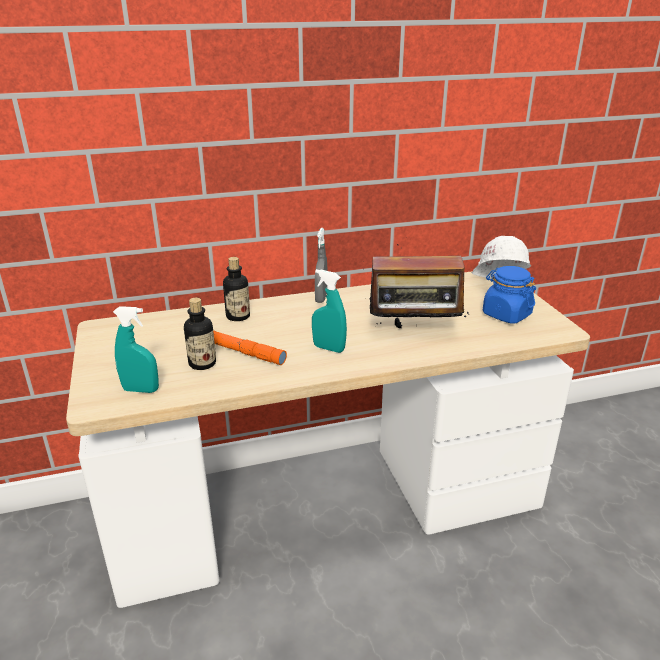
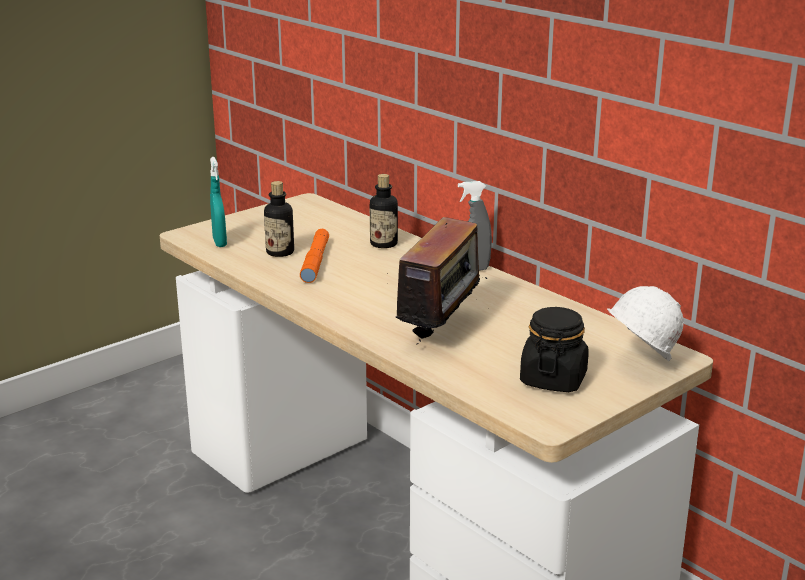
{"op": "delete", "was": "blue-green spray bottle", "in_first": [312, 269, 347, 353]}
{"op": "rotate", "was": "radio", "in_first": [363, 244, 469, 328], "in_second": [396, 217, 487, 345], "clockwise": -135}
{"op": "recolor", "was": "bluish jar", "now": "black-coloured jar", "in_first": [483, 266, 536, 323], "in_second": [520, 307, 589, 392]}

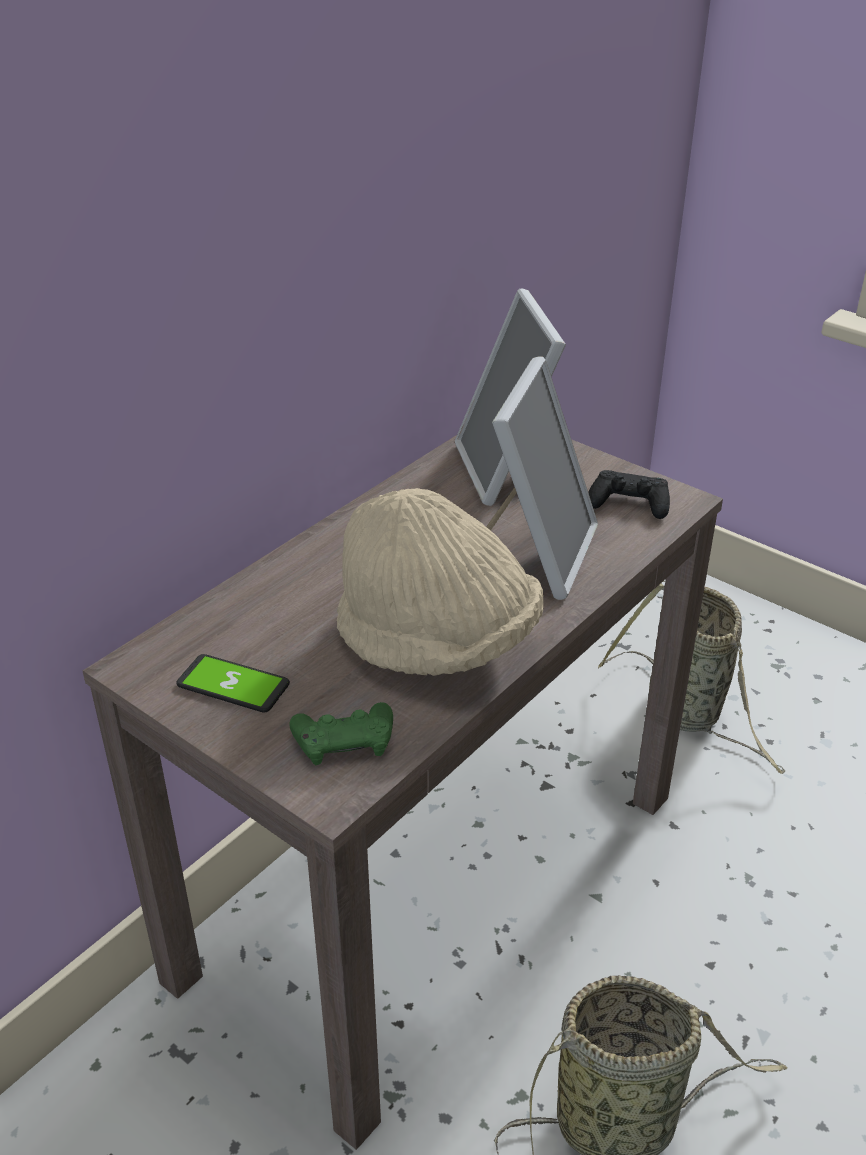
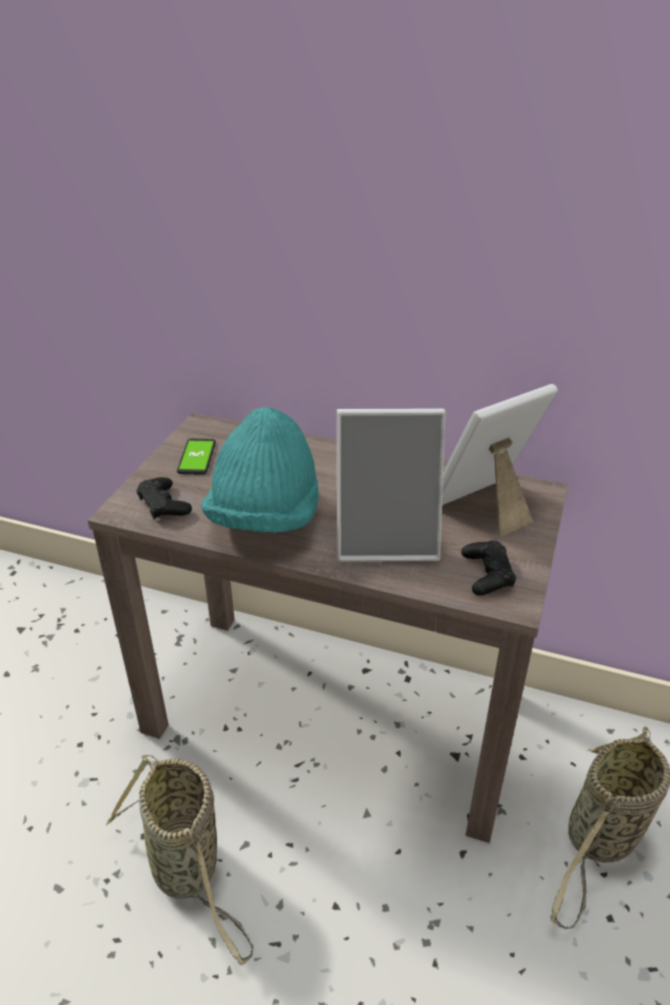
{"op": "recolor", "was": "green-coloured gamepad", "now": "black-coloured gamepad", "in_first": [289, 702, 393, 765], "in_second": [136, 477, 192, 519]}
{"op": "recolor", "was": "beige-coloured wearable hat", "now": "blue-green wearable hat", "in_first": [337, 488, 543, 676], "in_second": [202, 407, 319, 533]}

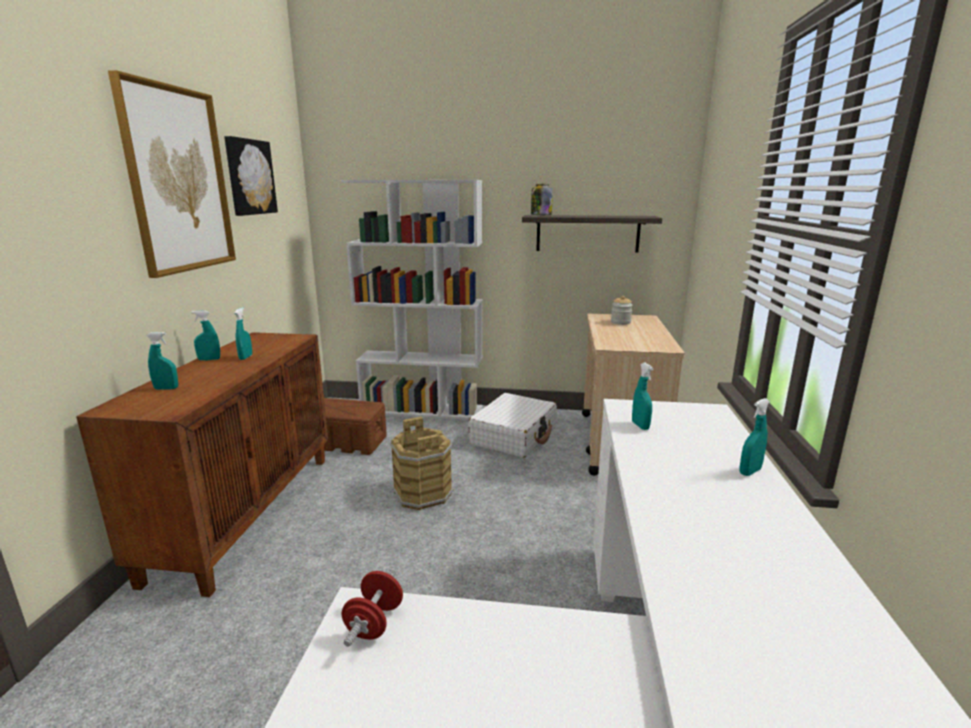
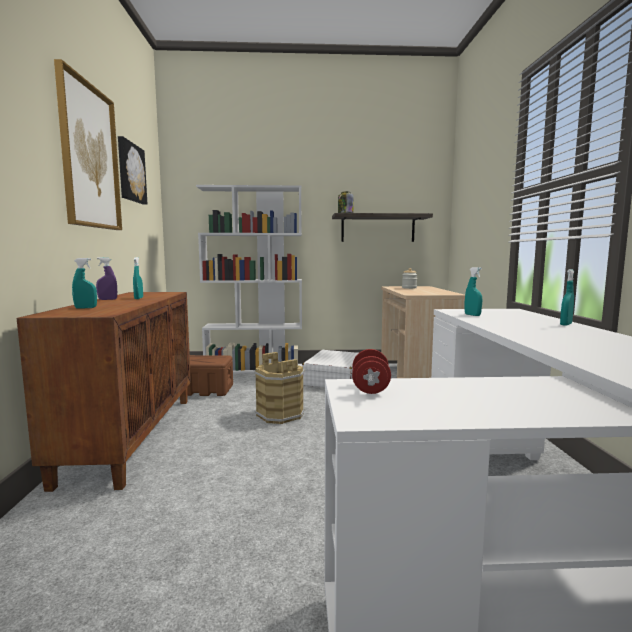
{"op": "recolor", "was": "blue-green spray bottle", "now": "purplish spray bottle", "in_first": [192, 310, 220, 361], "in_second": [96, 257, 117, 300]}

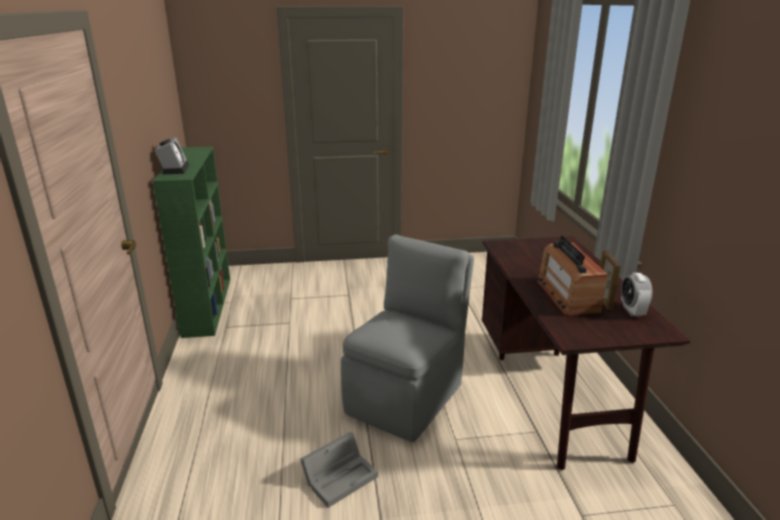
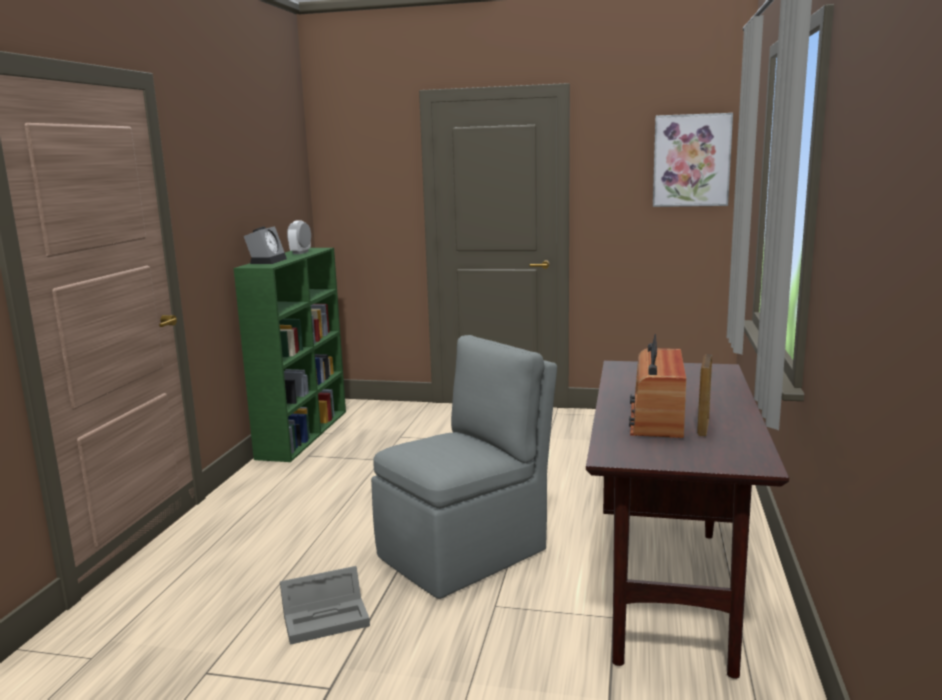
{"op": "move", "was": "bedside clock", "in_first": [621, 273, 652, 317], "in_second": [287, 220, 311, 254]}
{"op": "insert", "now": "picture", "in_second": [653, 113, 733, 207]}

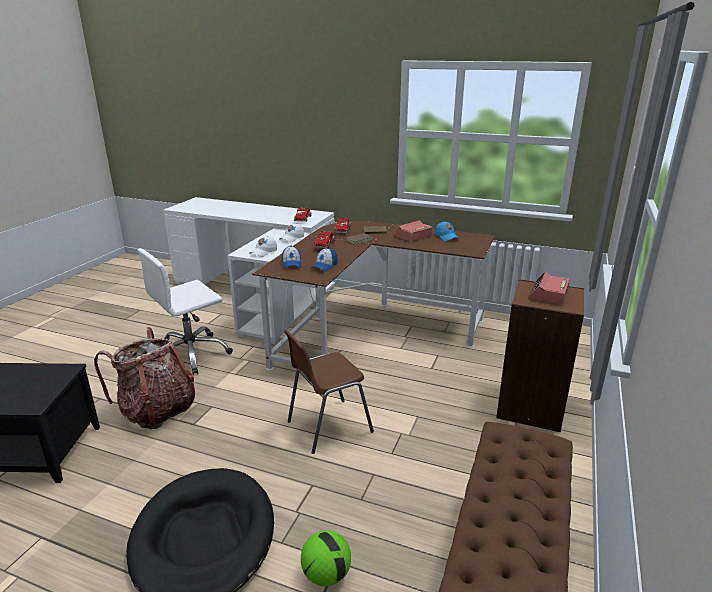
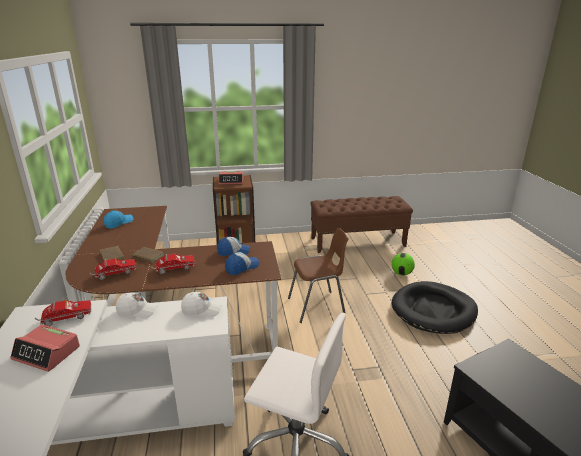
{"op": "delete", "was": "rucksack", "in_first": [94, 327, 195, 429]}
{"op": "rotate", "was": "brown-coloured chair", "in_first": [284, 330, 374, 454], "in_second": [288, 228, 348, 323], "clockwise": -45}
{"op": "move", "was": "bedside clock", "in_first": [394, 220, 433, 242], "in_second": [10, 324, 80, 372]}

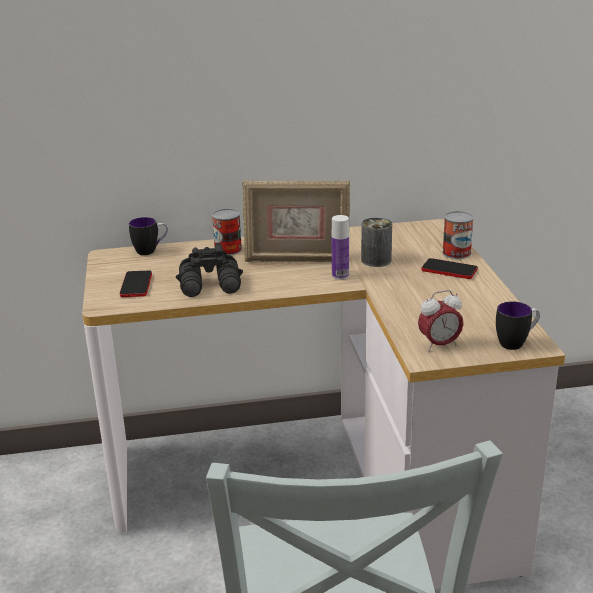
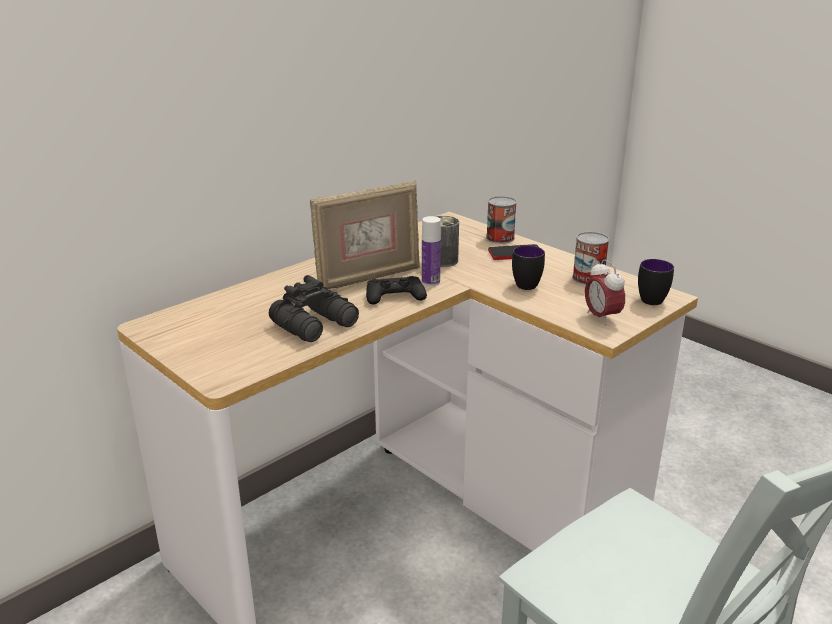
{"op": "delete", "was": "handset", "in_first": [120, 271, 152, 297]}
{"op": "move", "was": "mug", "in_first": [129, 217, 168, 255], "in_second": [512, 246, 545, 290]}
{"op": "move", "was": "metal can", "in_first": [212, 209, 242, 255], "in_second": [572, 232, 609, 285]}
{"op": "rotate", "was": "bedside clock", "in_first": [418, 290, 464, 351], "in_second": [585, 260, 625, 326], "clockwise": 120}
{"op": "insert", "now": "black-coloured gamepad", "in_second": [366, 276, 427, 305]}

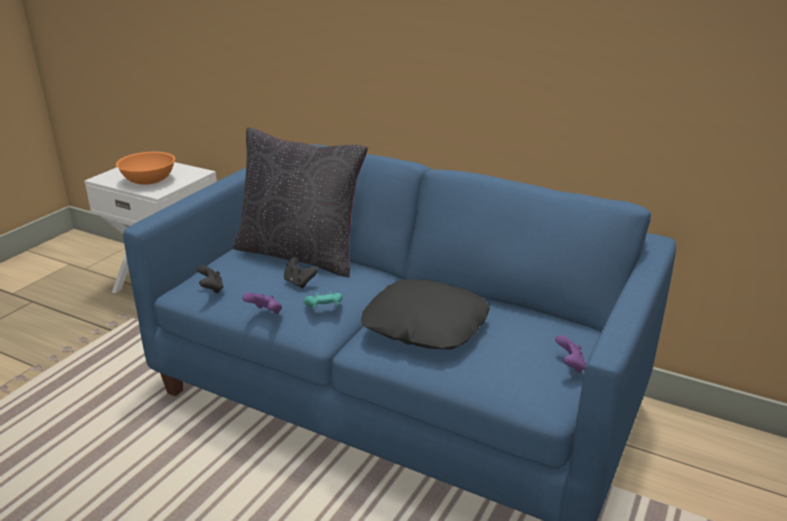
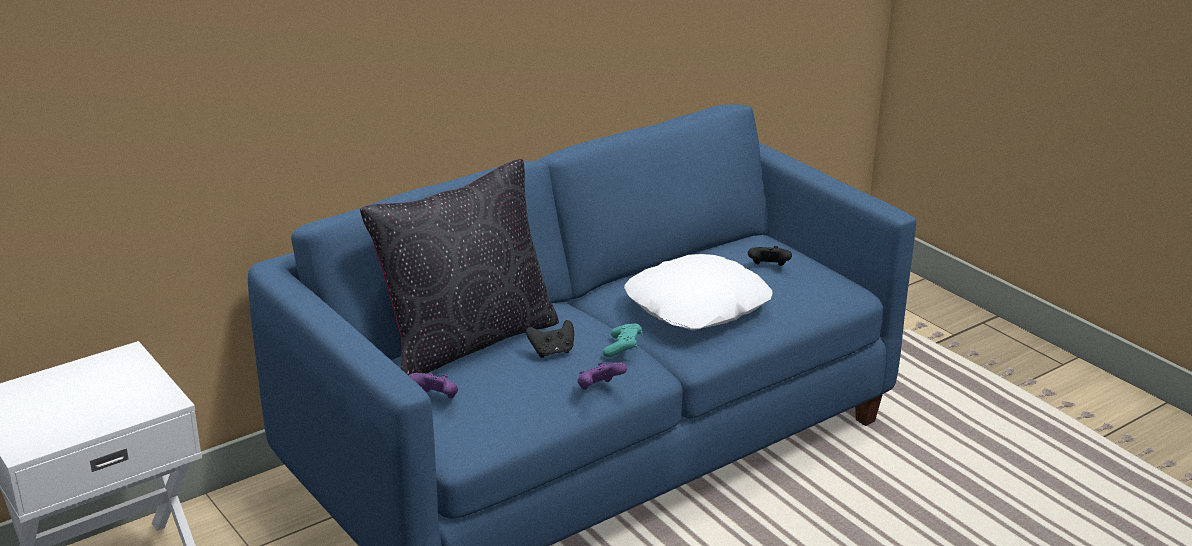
{"op": "delete", "was": "orangey deep dish", "in_first": [116, 152, 175, 185]}
{"op": "move", "was": "black-coloured gamepad", "in_first": [197, 265, 224, 293], "in_second": [748, 246, 792, 266]}
{"op": "recolor", "was": "black-coloured pillow", "now": "whitish pillow", "in_first": [361, 279, 490, 350], "in_second": [624, 254, 772, 331]}
{"op": "move", "was": "purplish gamepad", "in_first": [555, 335, 587, 373], "in_second": [409, 373, 458, 398]}

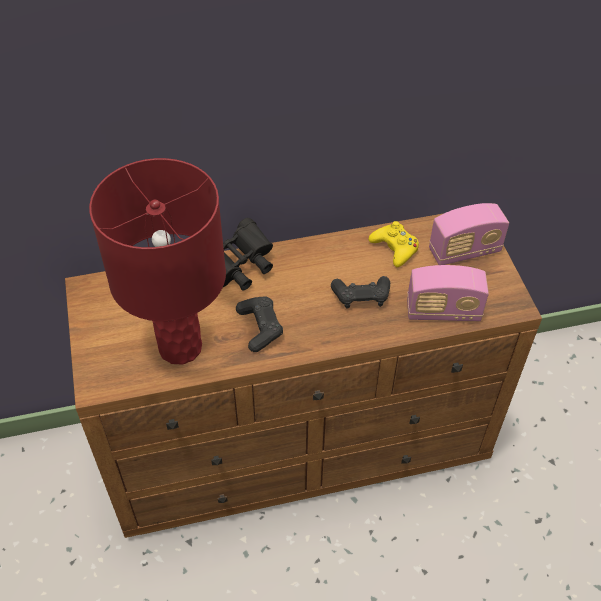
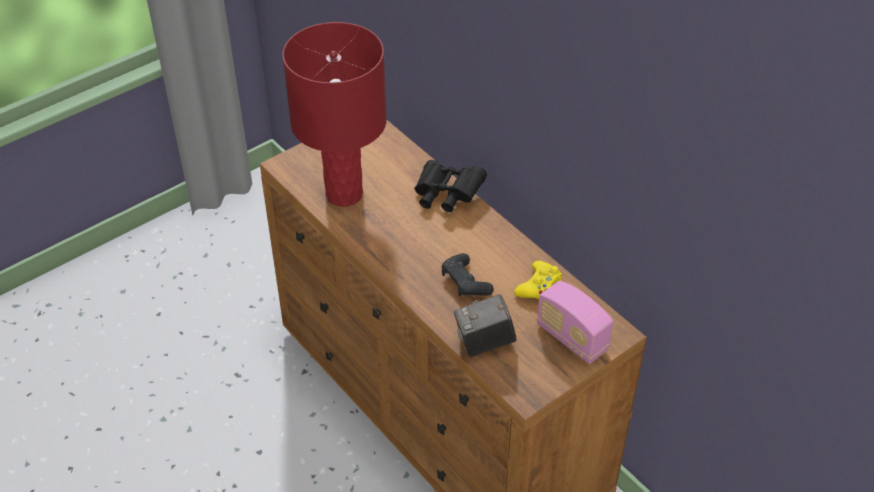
{"op": "delete", "was": "black-coloured gamepad", "in_first": [236, 297, 283, 352]}
{"op": "replace", "was": "radio", "now": "still camera", "in_first": [407, 265, 489, 321], "in_second": [454, 294, 516, 357]}

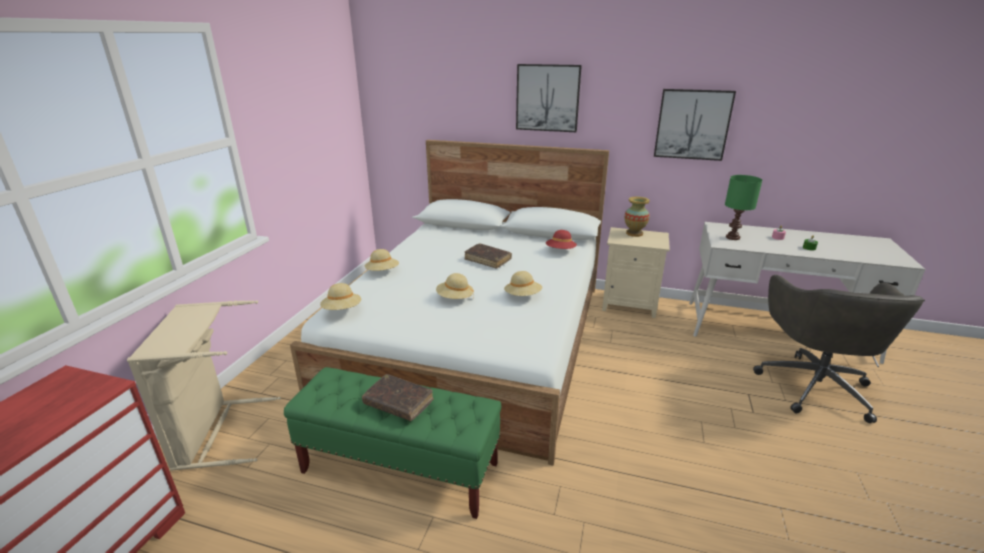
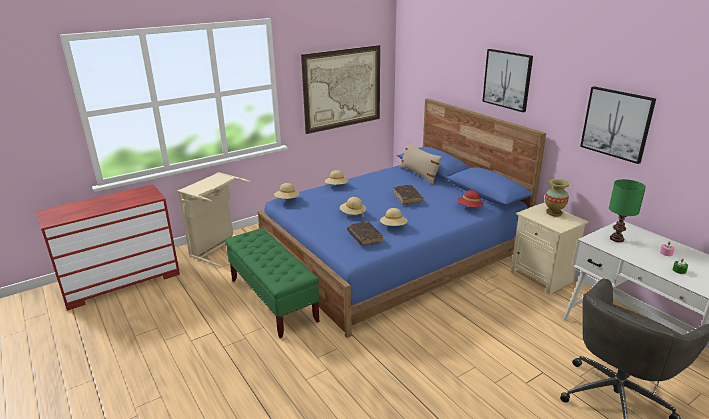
{"op": "recolor", "was": "whitish sleeping bed", "now": "bluish sleeping bed", "in_first": [290, 140, 609, 465], "in_second": [257, 98, 546, 338]}
{"op": "move", "was": "brown-coloured volume", "in_first": [362, 374, 434, 421], "in_second": [347, 221, 383, 246]}
{"op": "insert", "now": "picture", "in_second": [301, 45, 380, 134]}
{"op": "insert", "now": "beige-coloured pillow", "in_second": [399, 142, 442, 185]}

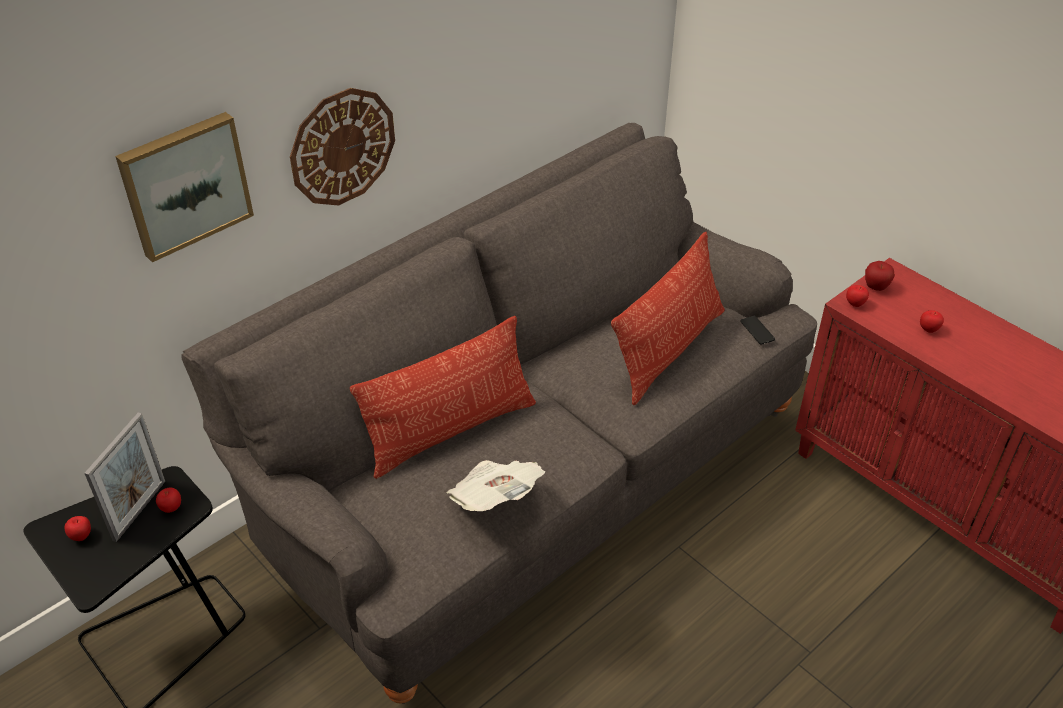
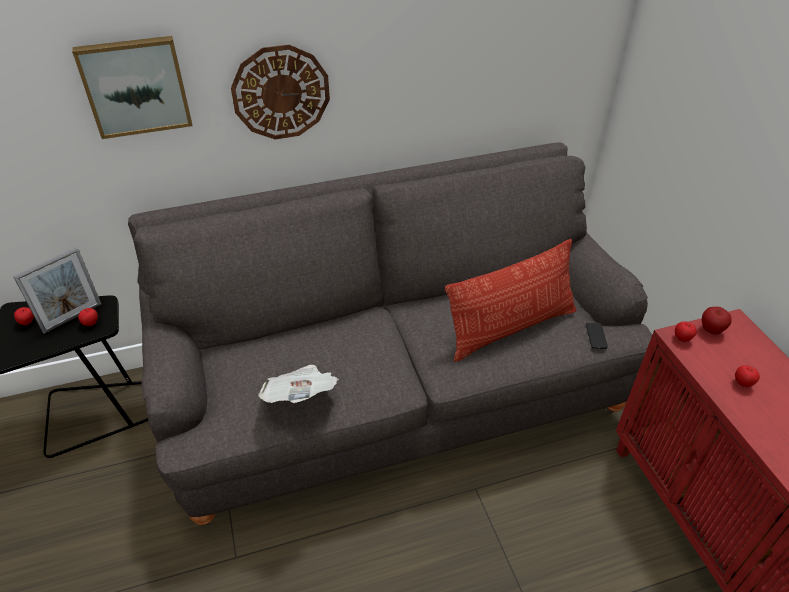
{"op": "delete", "was": "pillow", "in_first": [350, 316, 536, 479]}

